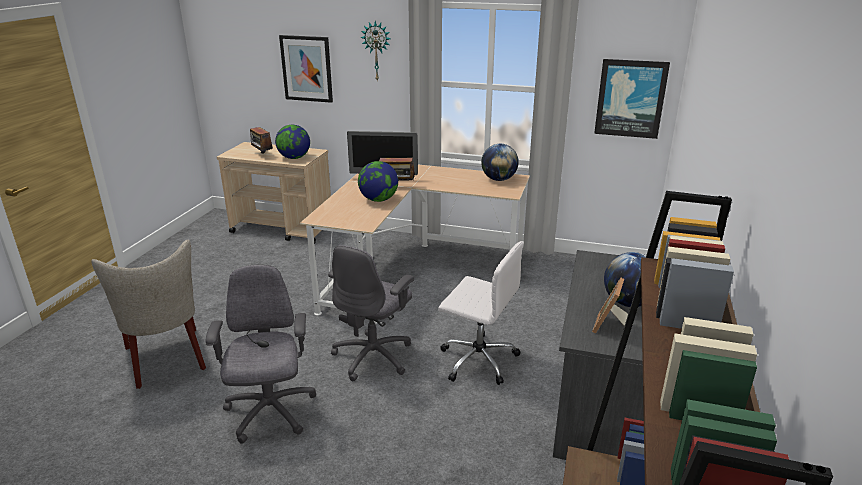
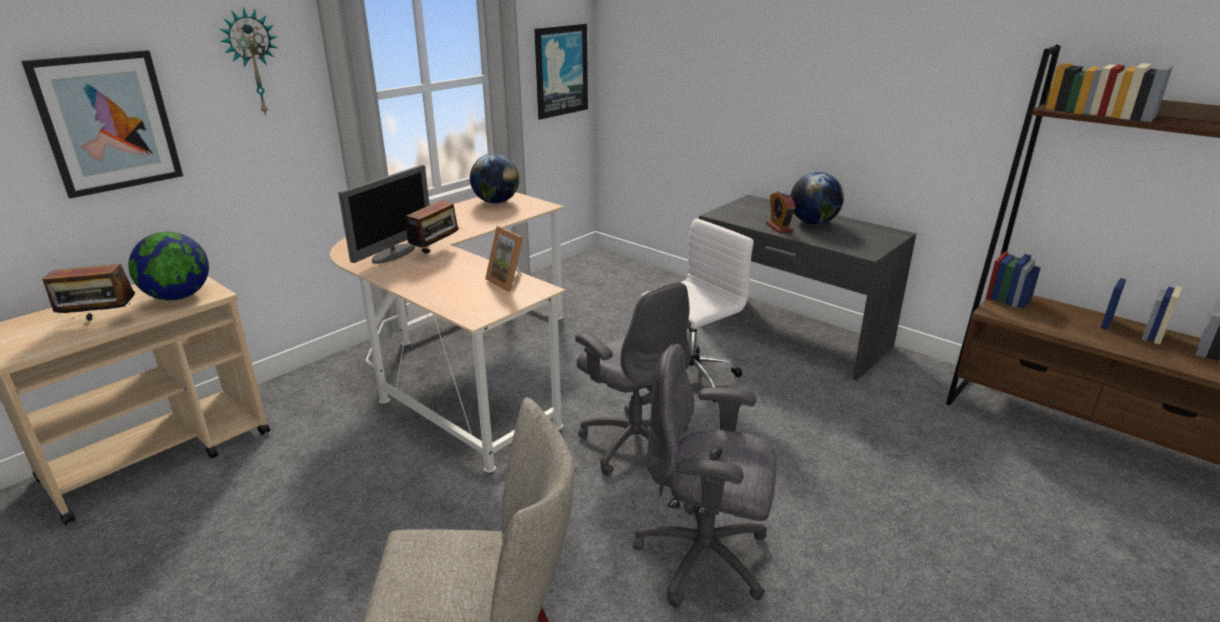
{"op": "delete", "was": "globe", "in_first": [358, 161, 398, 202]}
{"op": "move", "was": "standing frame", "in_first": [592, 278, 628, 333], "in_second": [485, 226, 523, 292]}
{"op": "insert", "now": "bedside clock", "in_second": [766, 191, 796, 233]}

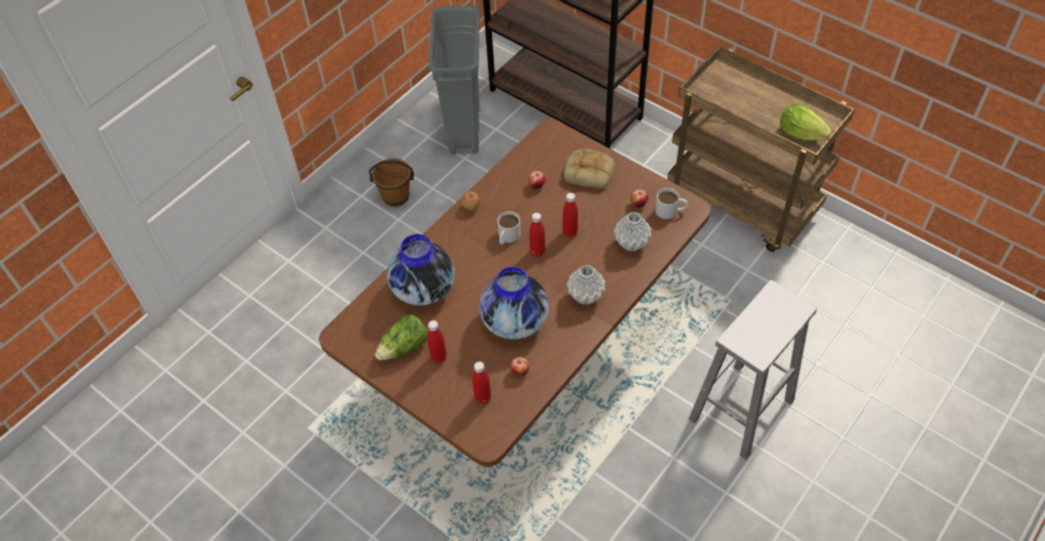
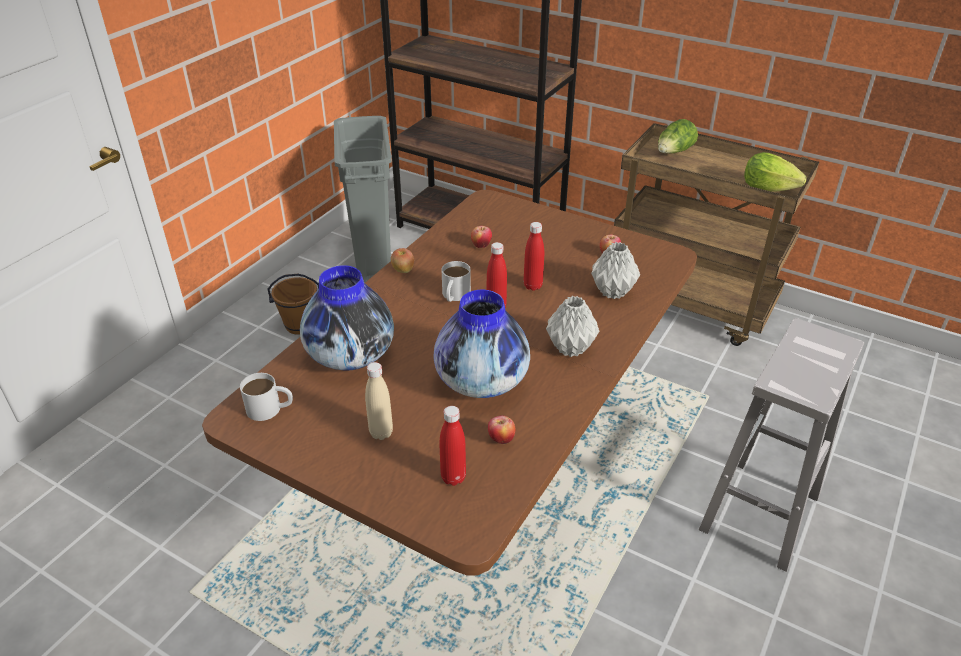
{"op": "move", "was": "lettuce", "in_first": [375, 315, 428, 360], "in_second": [658, 119, 698, 153]}
{"op": "recolor", "was": "reddish drink bottle", "now": "beige-coloured drink bottle", "in_first": [427, 320, 447, 364], "in_second": [365, 362, 393, 440]}
{"op": "delete", "was": "baked bread", "in_first": [564, 148, 614, 189]}
{"op": "move", "was": "whitish mug", "in_first": [655, 188, 688, 219], "in_second": [240, 373, 293, 421]}

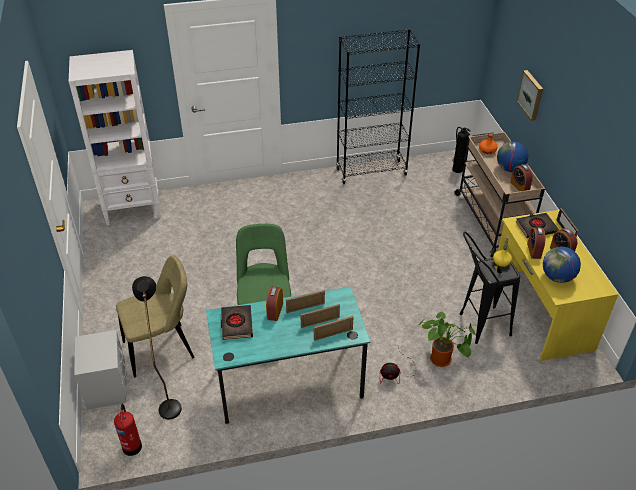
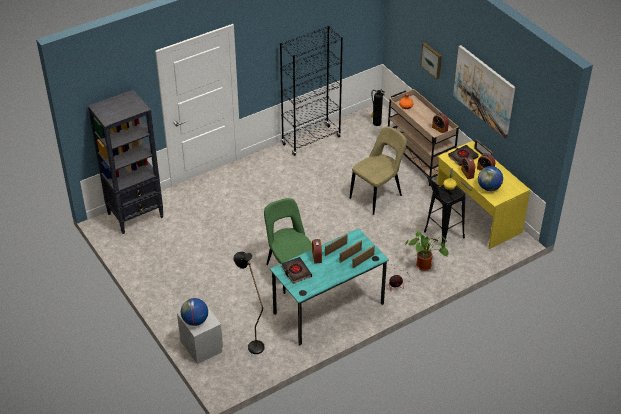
{"op": "recolor", "was": "whitish bookcase", "now": "black-coloured bookcase", "in_first": [69, 50, 161, 225], "in_second": [88, 90, 164, 234]}
{"op": "delete", "was": "fire-fighting cylinder", "in_first": [114, 404, 142, 456]}
{"op": "move", "was": "beige-coloured chair", "in_first": [116, 256, 195, 377], "in_second": [350, 126, 407, 215]}
{"op": "move", "was": "globe", "in_first": [497, 141, 528, 172], "in_second": [181, 298, 208, 326]}
{"op": "insert", "now": "picture", "in_second": [453, 45, 515, 139]}

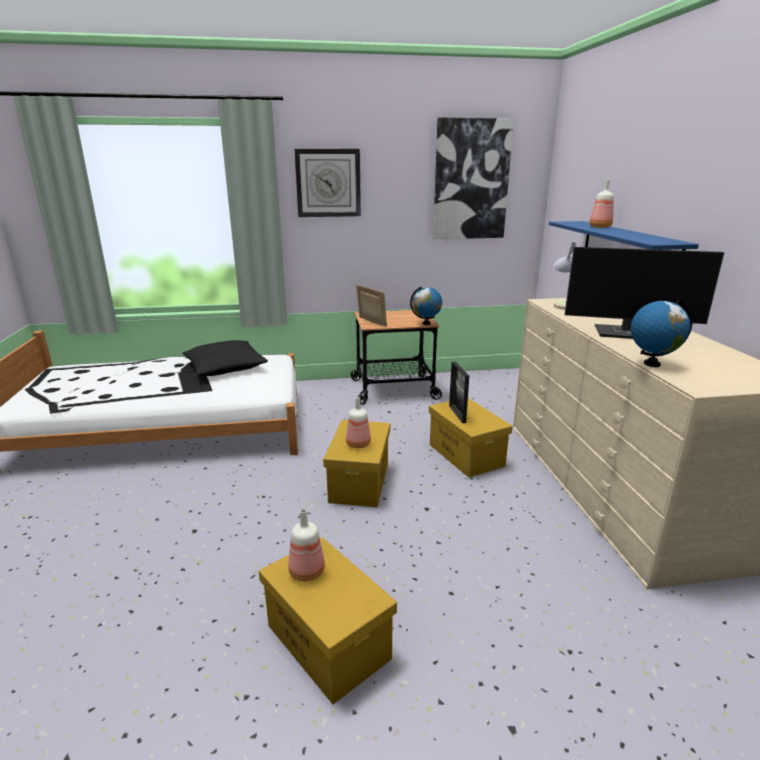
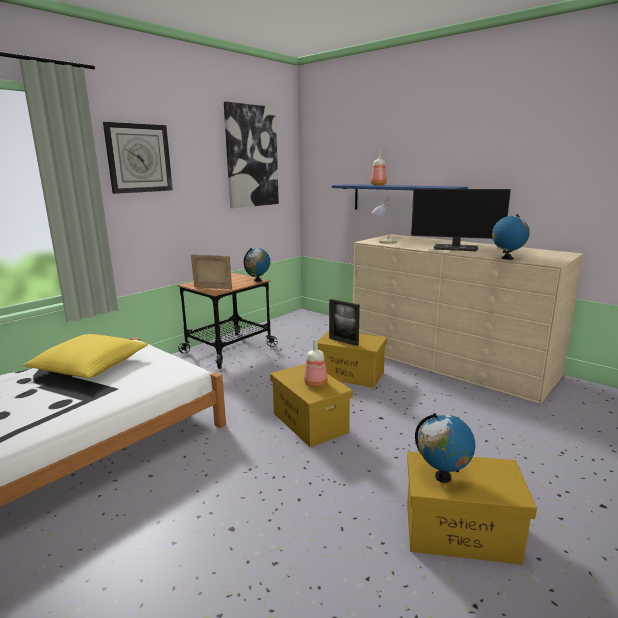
{"op": "recolor", "was": "black-coloured pillow", "now": "yellow pillow", "in_first": [182, 340, 268, 376], "in_second": [23, 334, 148, 378]}
{"op": "replace", "was": "drink bottle", "now": "globe", "in_first": [288, 509, 325, 581], "in_second": [415, 413, 475, 483]}
{"op": "rotate", "was": "computer screen", "in_first": [565, 247, 724, 339], "in_second": [411, 189, 511, 251], "clockwise": 45}

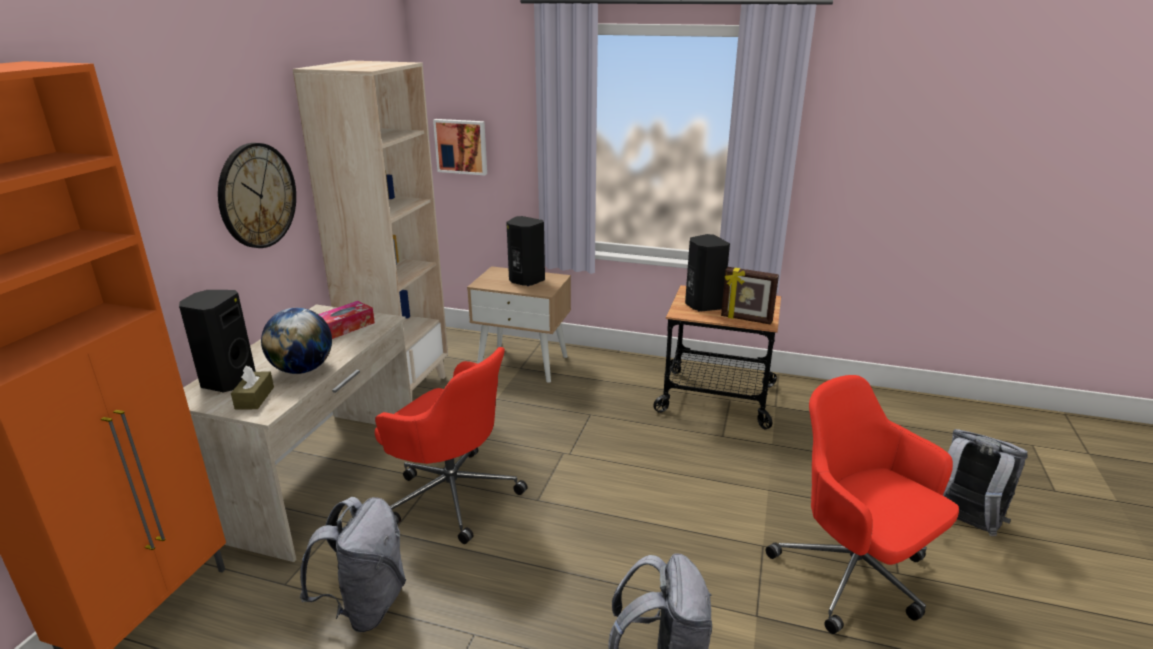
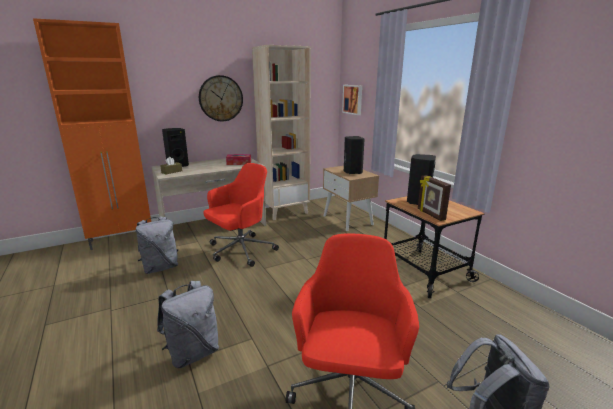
{"op": "delete", "was": "globe", "in_first": [261, 308, 332, 374]}
{"op": "rotate", "was": "reddish desk chair", "in_first": [375, 347, 528, 544], "in_second": [203, 163, 279, 267], "clockwise": -120}

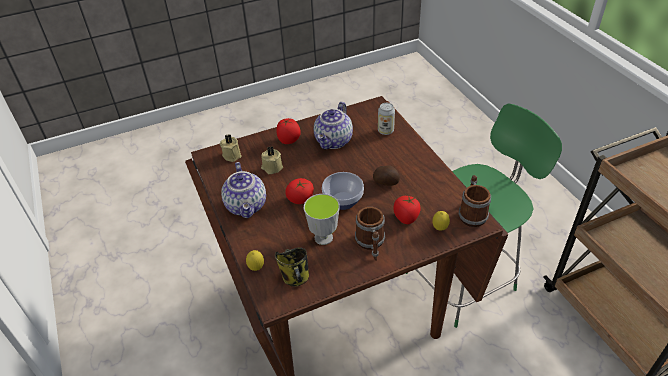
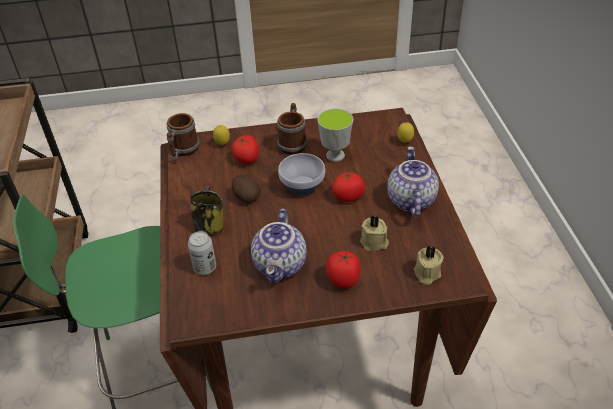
{"op": "move", "was": "mug", "in_first": [275, 247, 309, 287], "in_second": [190, 187, 223, 235]}
{"op": "rotate", "was": "teapot", "in_first": [314, 102, 353, 149], "in_second": [251, 208, 307, 283], "clockwise": 150}

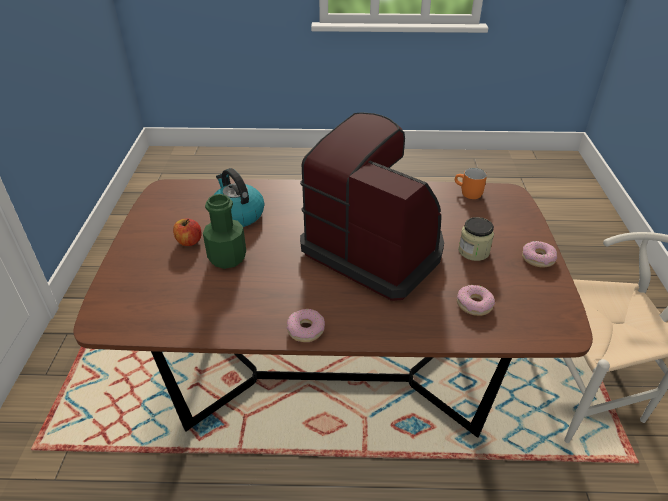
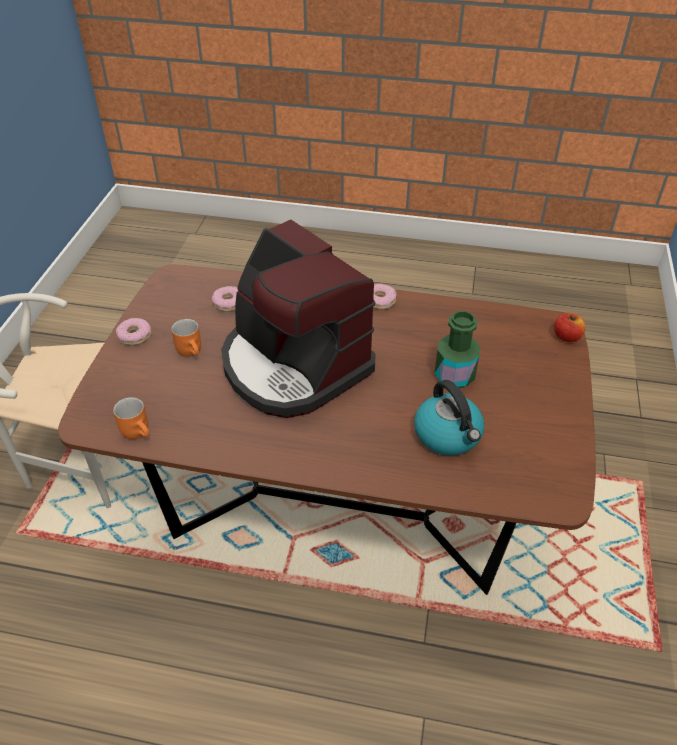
{"op": "move", "was": "apple", "in_first": [173, 219, 202, 246], "in_second": [554, 313, 585, 342]}
{"op": "replace", "was": "jar", "now": "orangey mug", "in_first": [458, 217, 494, 261], "in_second": [171, 319, 201, 357]}

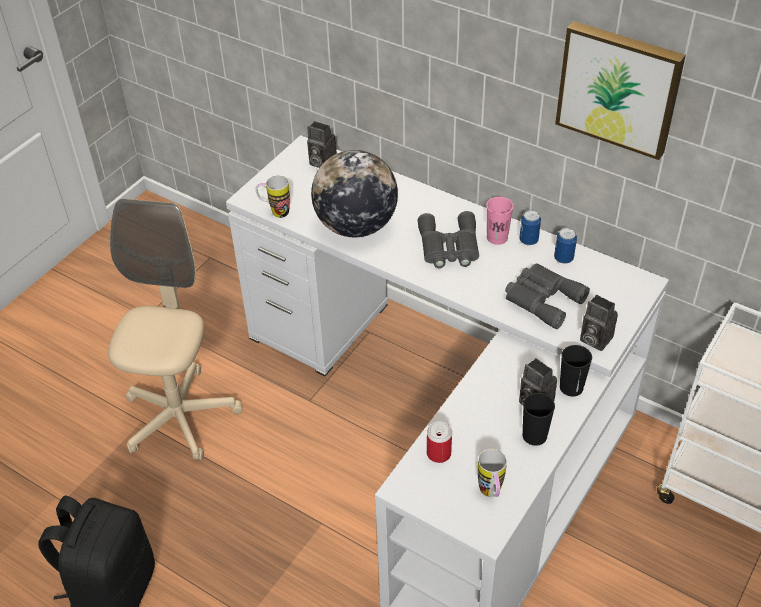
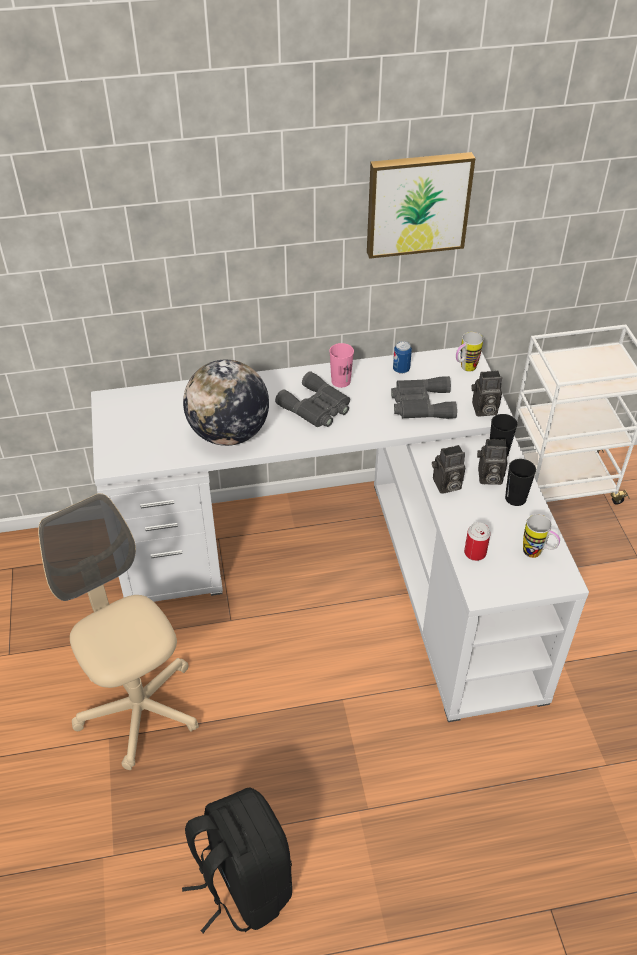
{"op": "move", "was": "mug", "in_first": [256, 175, 290, 218], "in_second": [456, 332, 483, 372]}
{"op": "move", "was": "still camera", "in_first": [307, 121, 337, 168], "in_second": [432, 445, 465, 494]}
{"op": "delete", "was": "metal can", "in_first": [519, 210, 541, 245]}

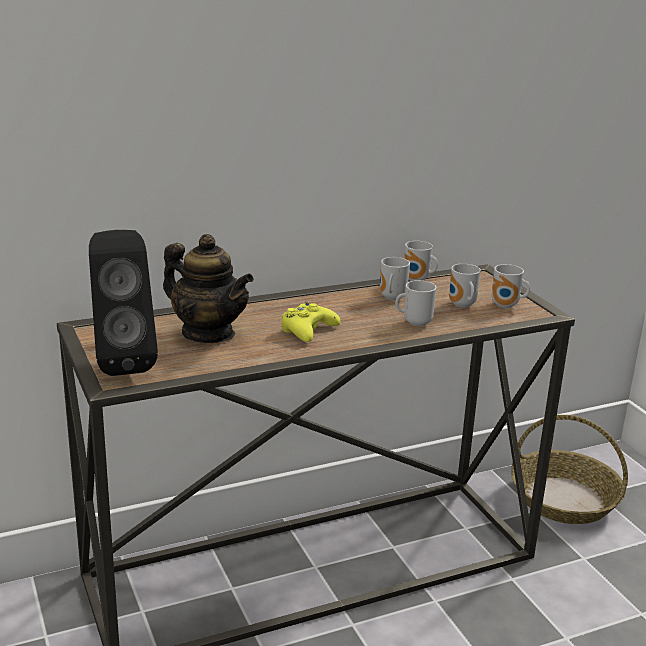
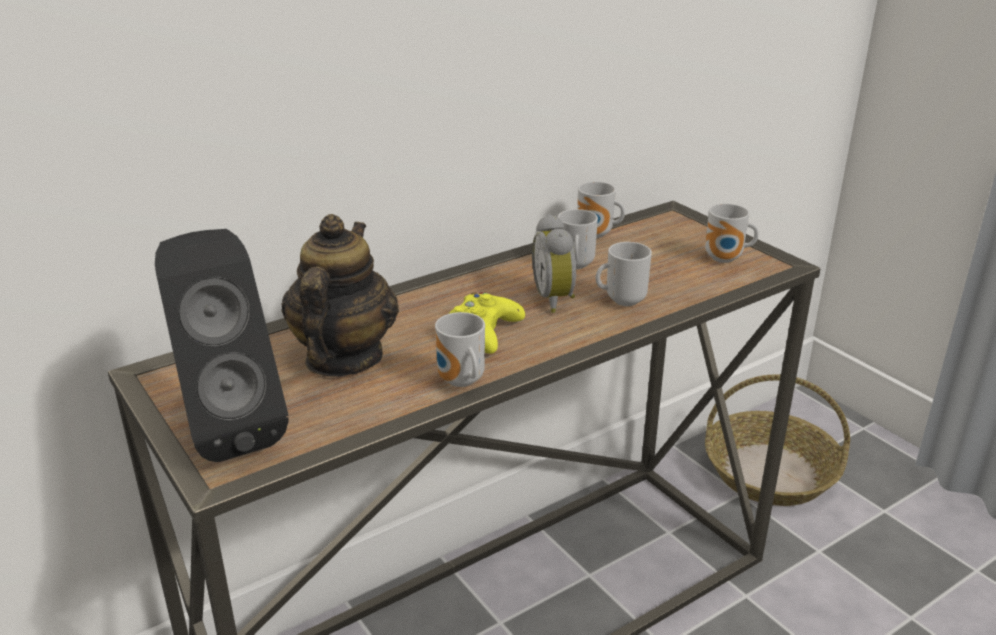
{"op": "rotate", "was": "teapot", "in_first": [163, 234, 254, 343], "in_second": [281, 214, 399, 377], "clockwise": -105}
{"op": "move", "was": "mug", "in_first": [449, 264, 481, 308], "in_second": [435, 312, 485, 387]}
{"op": "insert", "now": "bedside clock", "in_second": [532, 214, 576, 313]}

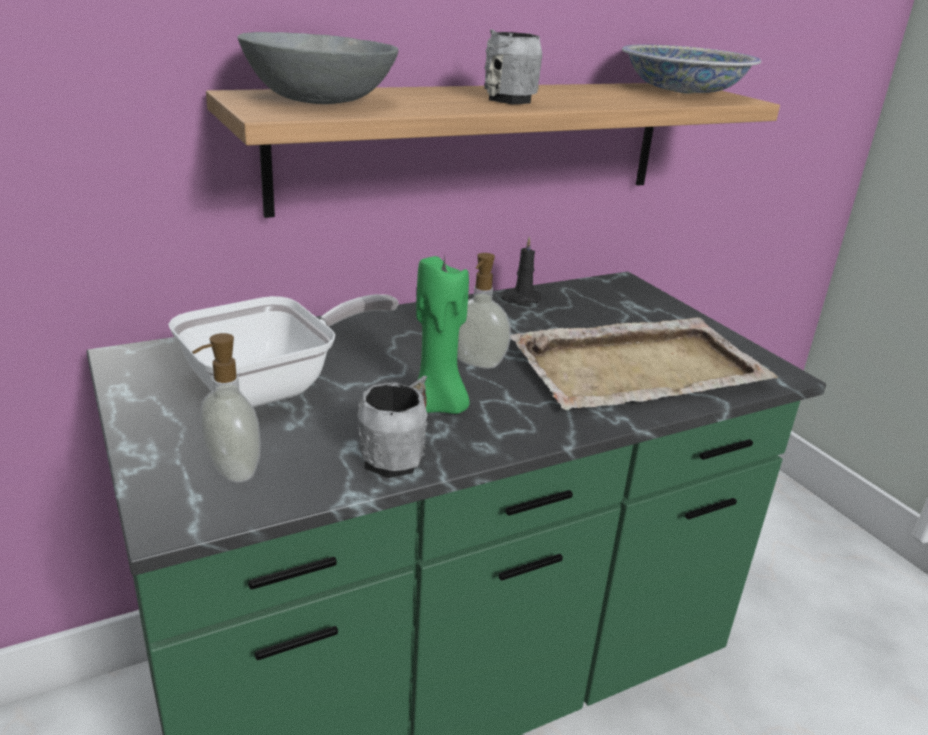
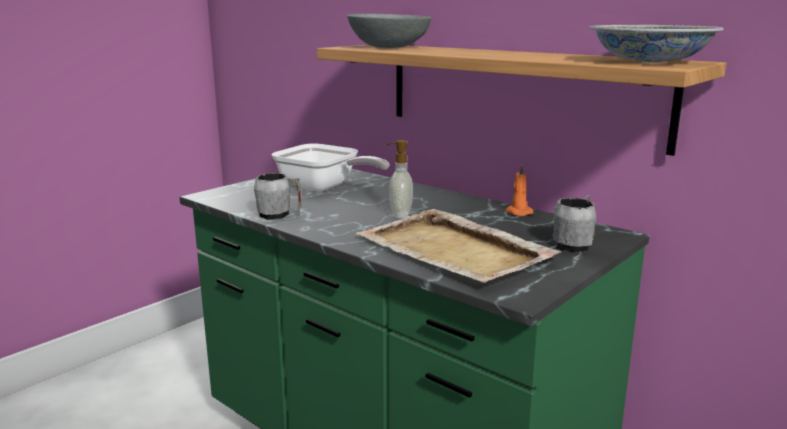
{"op": "delete", "was": "liquid soap bottle", "in_first": [192, 333, 261, 483]}
{"op": "delete", "was": "green-coloured wax candle", "in_first": [416, 256, 469, 414]}
{"op": "move", "was": "greyish mug", "in_first": [485, 29, 543, 104], "in_second": [552, 195, 597, 252]}
{"op": "recolor", "was": "black-coloured wax candle", "now": "orangey wax candle", "in_first": [502, 237, 542, 303], "in_second": [505, 164, 534, 216]}

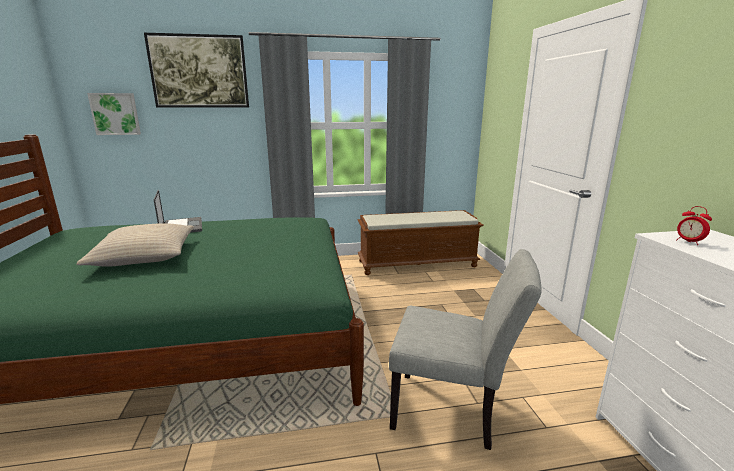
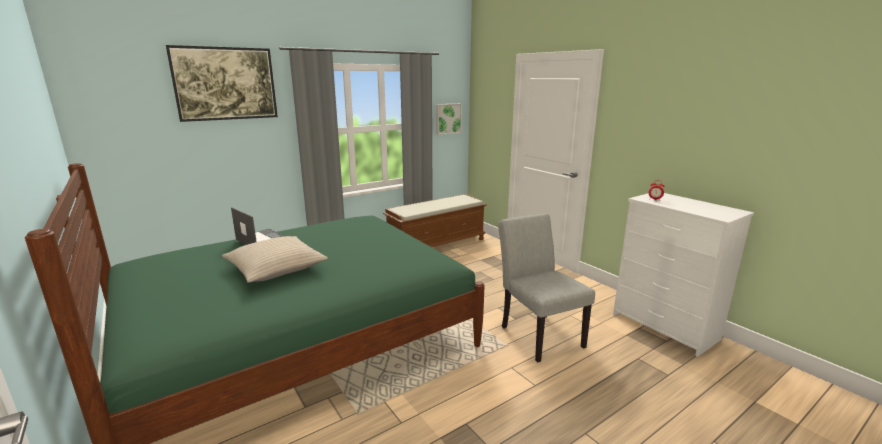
{"op": "move", "was": "picture", "in_first": [87, 93, 141, 135], "in_second": [436, 103, 462, 135]}
{"op": "rotate", "was": "greyish chair", "in_first": [389, 249, 542, 450], "in_second": [498, 213, 595, 362], "clockwise": -105}

